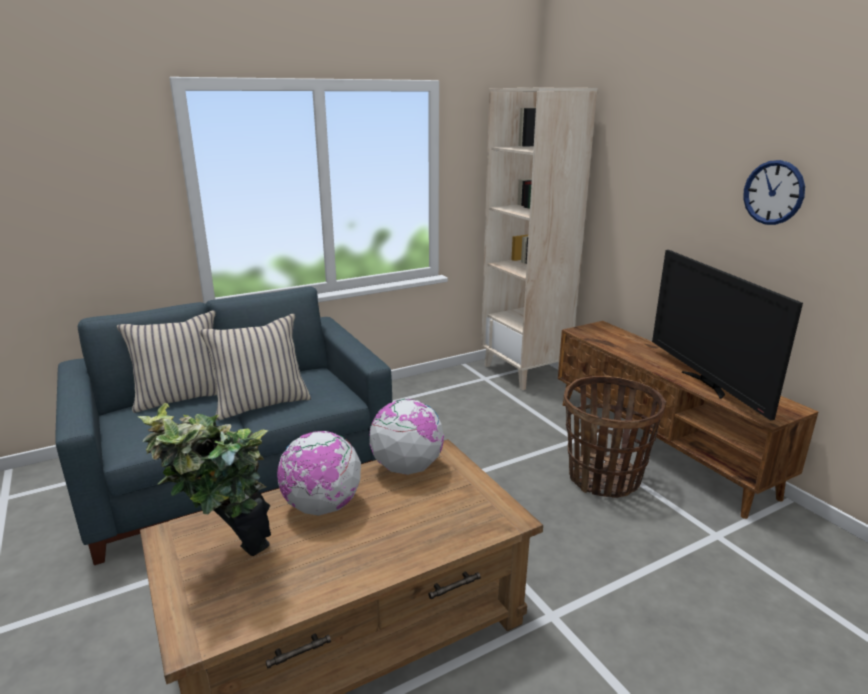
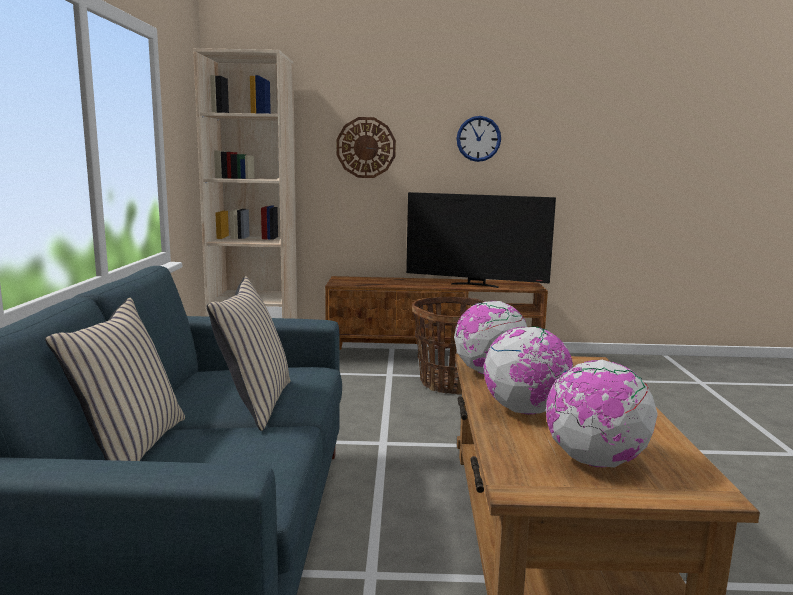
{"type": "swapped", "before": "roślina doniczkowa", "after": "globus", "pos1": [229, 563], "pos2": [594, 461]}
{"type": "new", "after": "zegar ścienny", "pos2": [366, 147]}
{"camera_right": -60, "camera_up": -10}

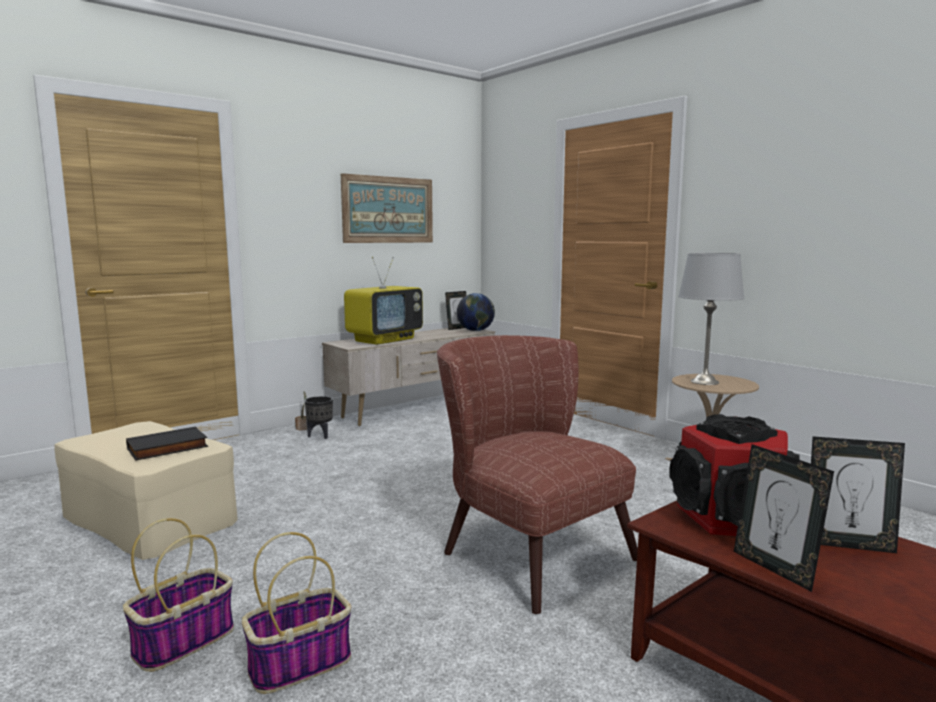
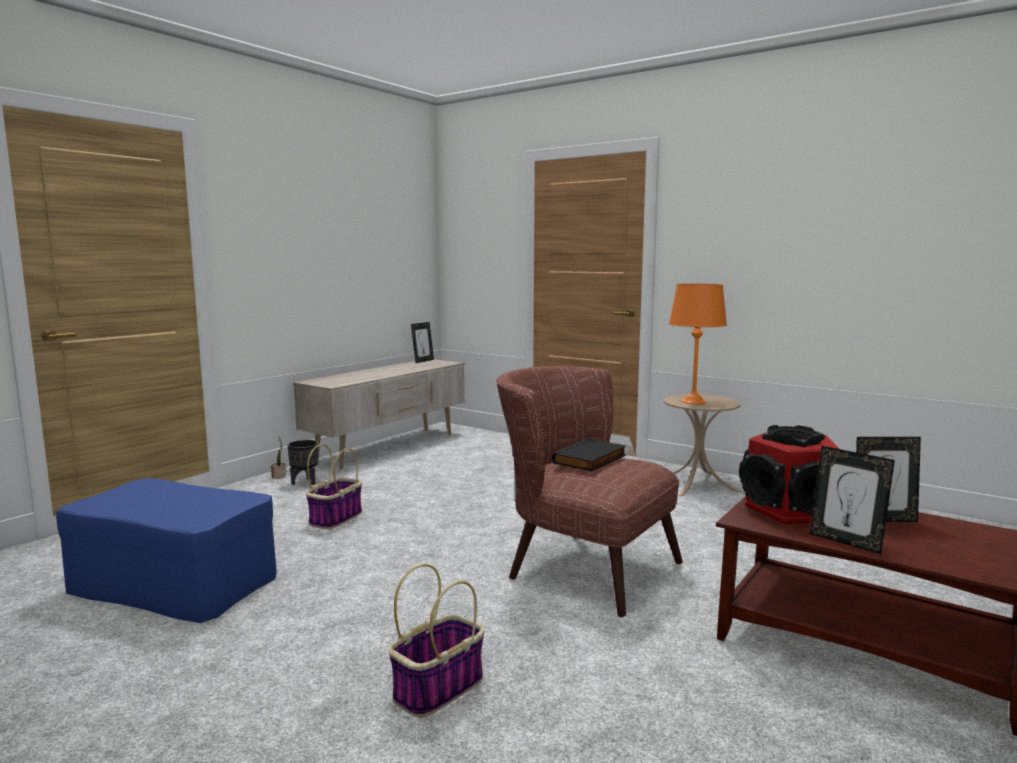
{"type": "repainted", "before": "pufa/beżowy", "after": "pufa/niebieski", "pos1": [149, 519], "pos2": [174, 583]}
{"type": "shifted", "before": "koszyk", "pos1": [184, 641], "pos2": [336, 518]}
{"type": "shifted", "before": "książka/czarny", "pos1": [167, 448], "pos2": [591, 460]}
{"type": "gone", "before": "obraz", "pos1": [388, 210]}
{"type": "gone", "before": "telewizor", "pos1": [384, 339]}
{"type": "gone", "before": "globus", "pos1": [476, 330]}
{"type": "repainted", "before": "lampa stołowa/szary", "after": "lampa stołowa/pomarańczowy", "pos1": [704, 382], "pos2": [693, 401]}
{"camera_right": -15, "camera_up": 0}

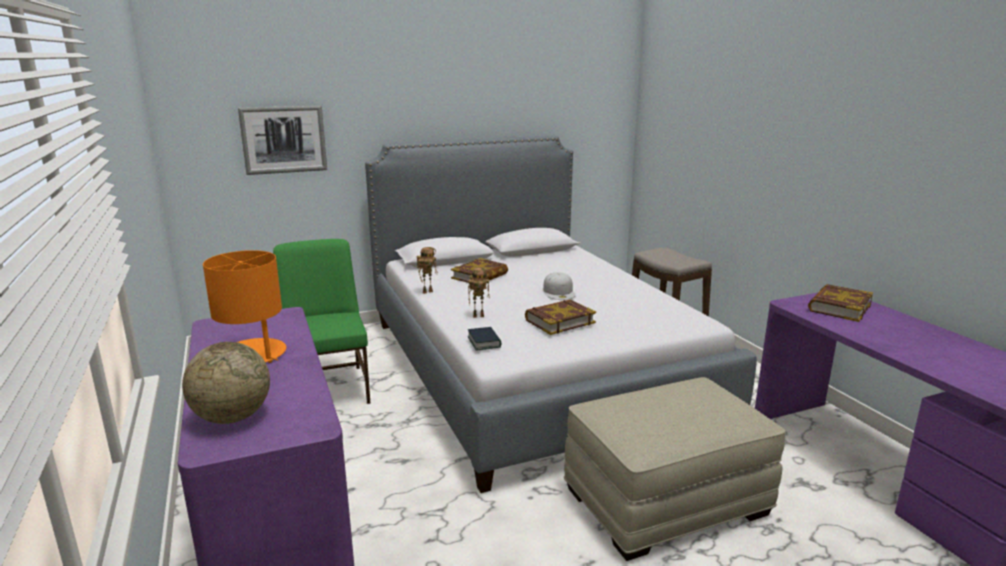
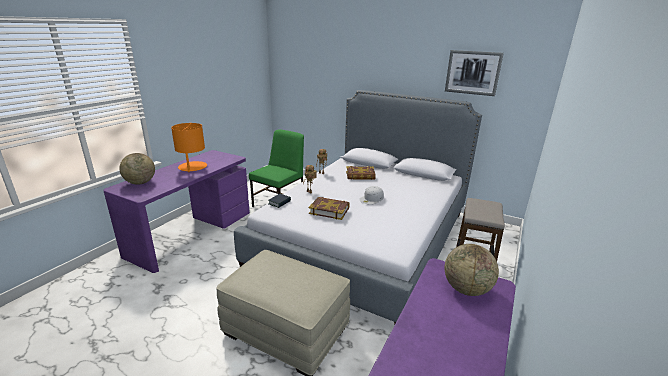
{"type": "shifted", "before": "obraz", "pos1": [284, 139], "pos2": [472, 72]}
{"type": "swapped", "before": "książka", "after": "globus", "pos1": [839, 307], "pos2": [466, 289]}
{"camera_right": 50, "camera_up": 5}

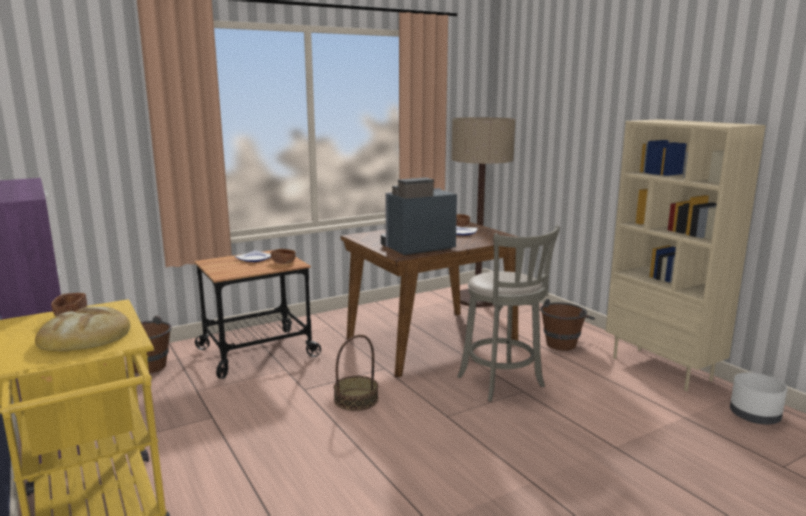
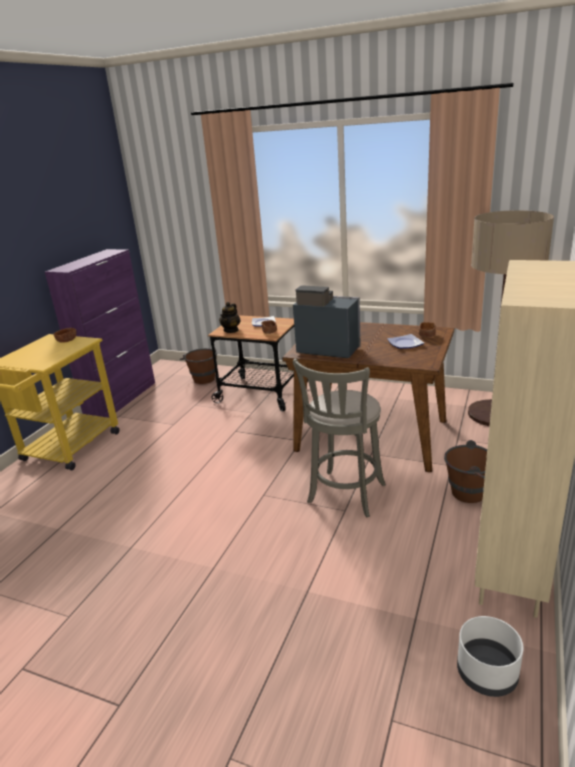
{"type": "gone", "before": "chleb", "pos1": [86, 336]}
{"type": "gone", "before": "koszyk", "pos1": [356, 399]}
{"type": "new", "after": "imbryk", "pos2": [231, 330]}
{"camera_right": 55, "camera_up": 10}

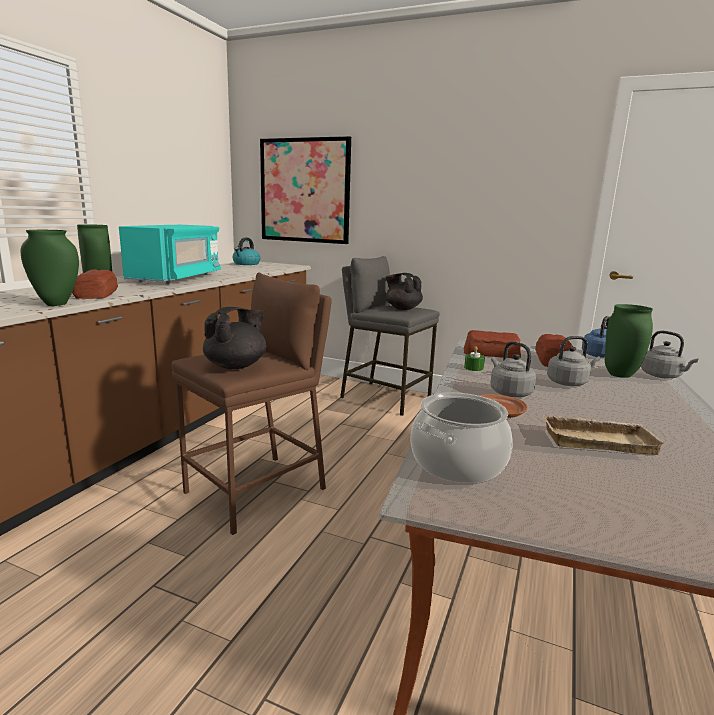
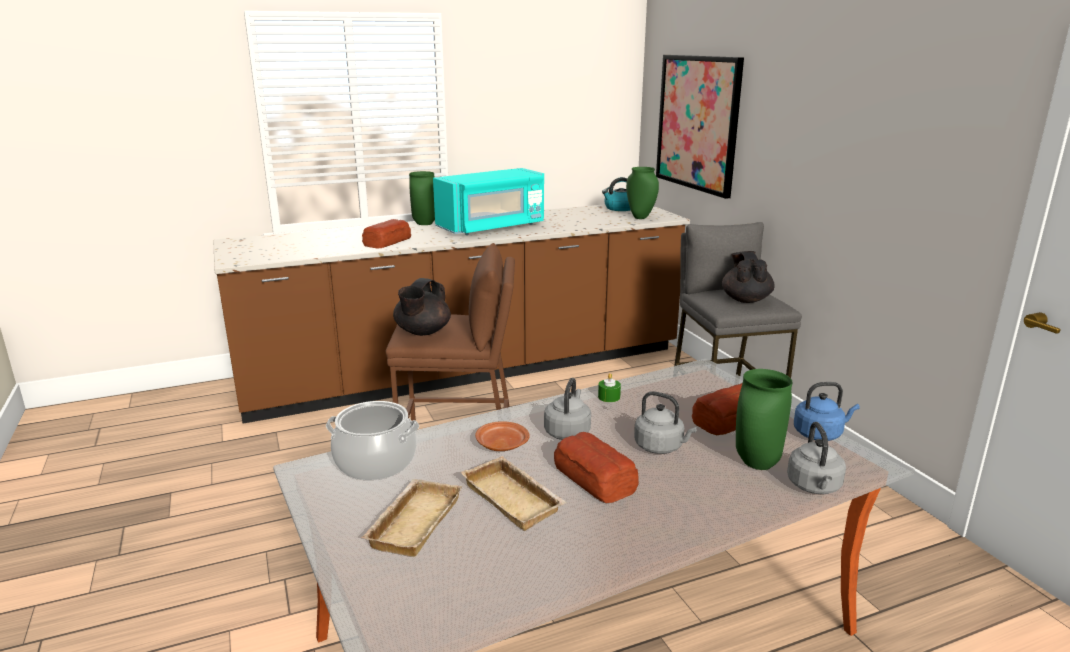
{"type": "shifted", "before": "wazon/zielony", "pos1": [57, 304], "pos2": [641, 217]}
{"type": "rotated", "before": "imbryk/czarny", "pos1": [236, 366], "pos2": [422, 332], "turn": 120}
{"type": "shifted", "before": "chleb", "pos1": [492, 353], "pos2": [595, 479]}
{"type": "new", "after": "taca/beżowy", "pos2": [413, 521]}
{"camera_right": 45, "camera_up": 5}

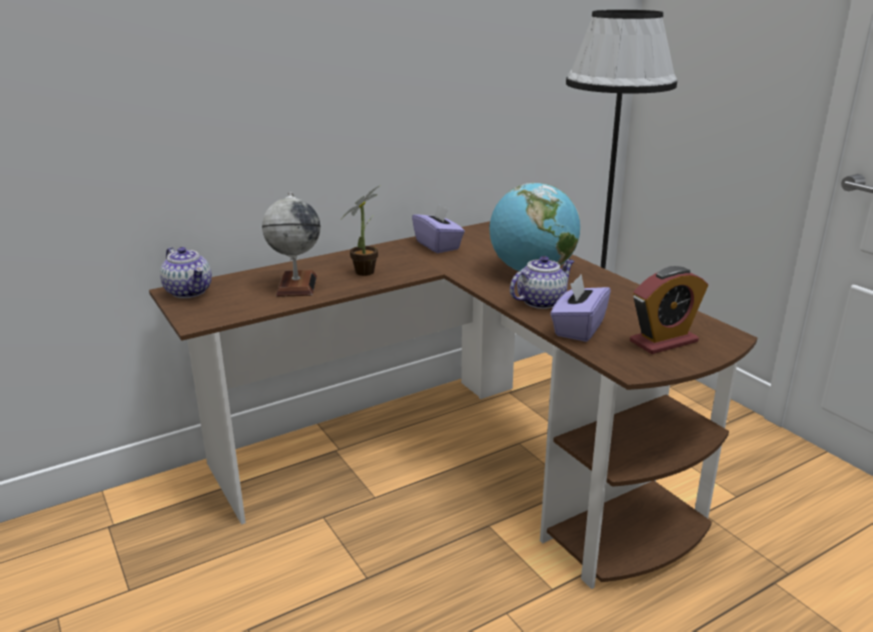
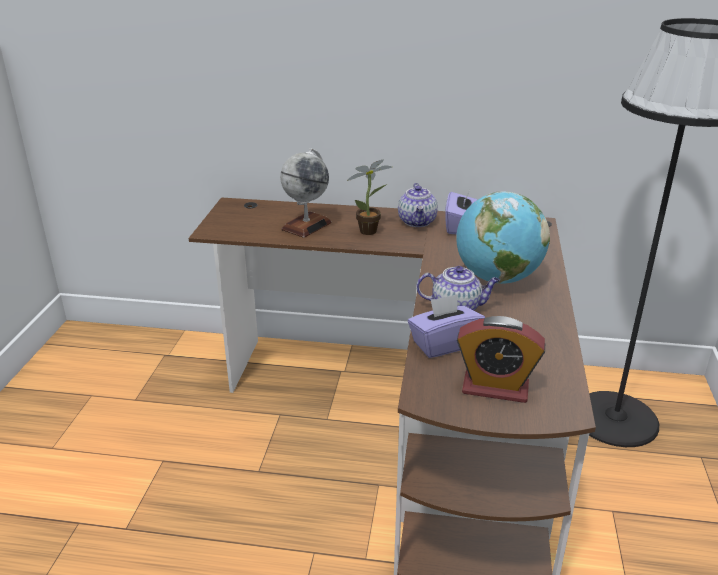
{"type": "shifted", "before": "imbryk", "pos1": [189, 292], "pos2": [417, 222]}
{"camera_right": 40, "camera_up": 5}

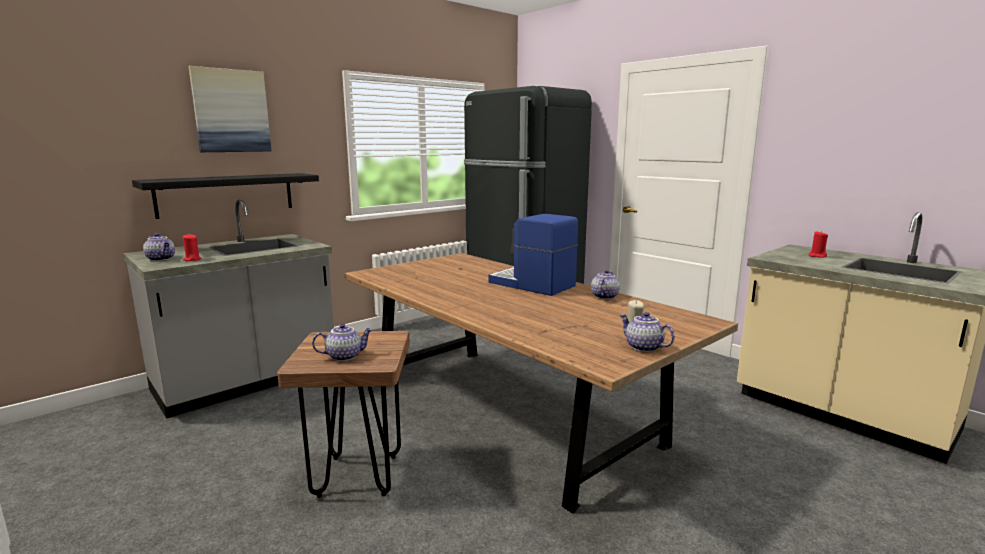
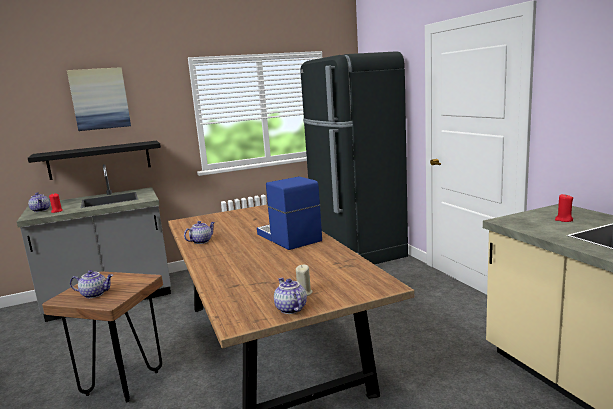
{"type": "shifted", "before": "imbryk", "pos1": [604, 296], "pos2": [201, 241]}
{"camera_right": 20, "camera_up": 0}

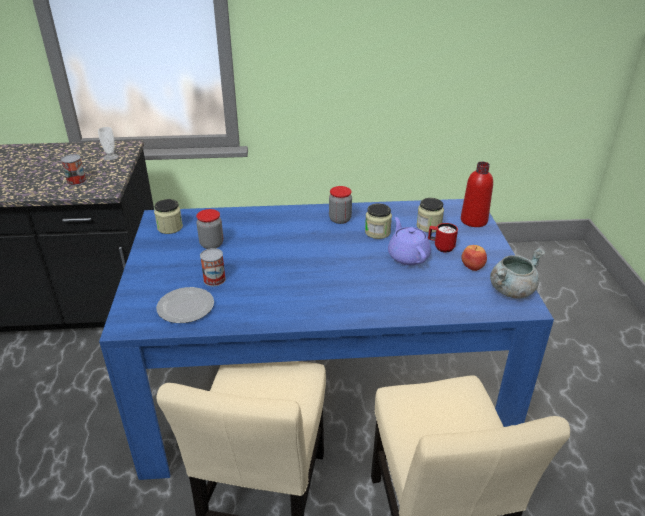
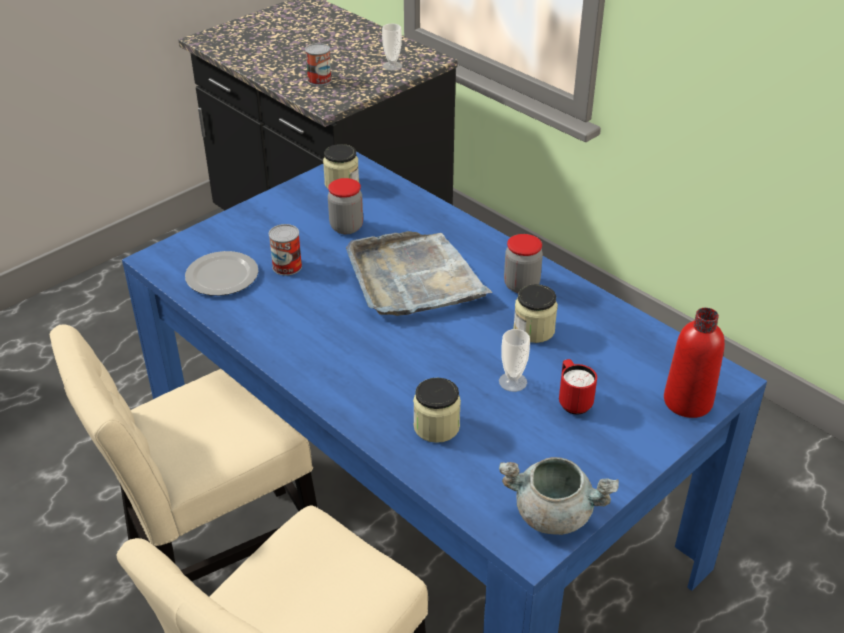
{"type": "swapped", "before": "imbryk/fioletowy", "after": "filiżanka", "pos1": [408, 256], "pos2": [512, 382]}
{"type": "shifted", "before": "słoik", "pos1": [429, 226], "pos2": [436, 427]}
{"type": "gone", "before": "jabłko", "pos1": [472, 266]}
{"type": "new", "after": "taca/szary", "pos2": [413, 278]}
{"camera_right": 50, "camera_up": 5}

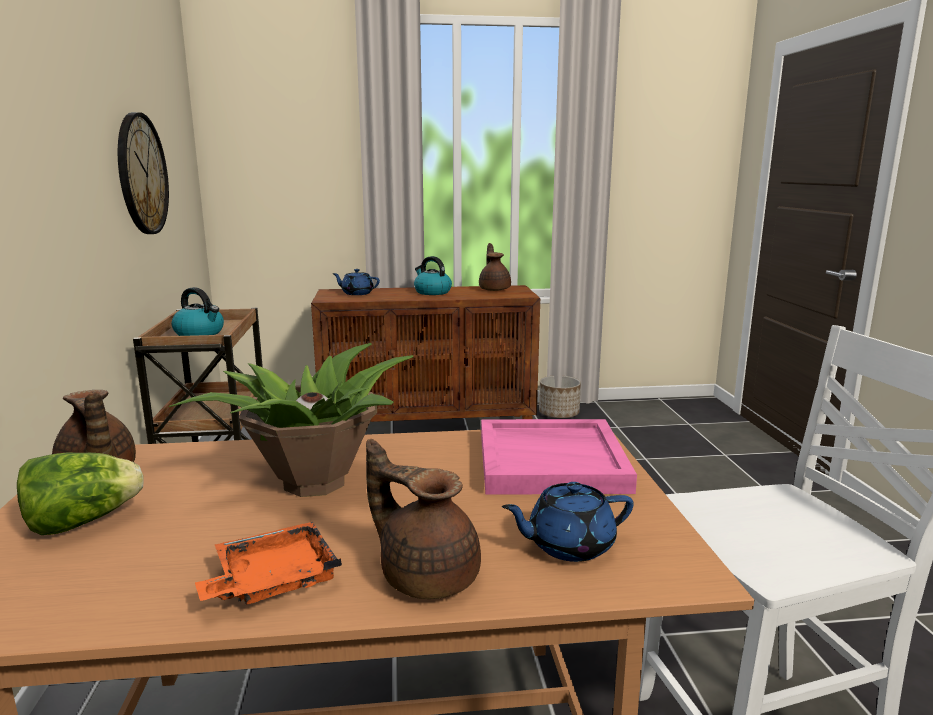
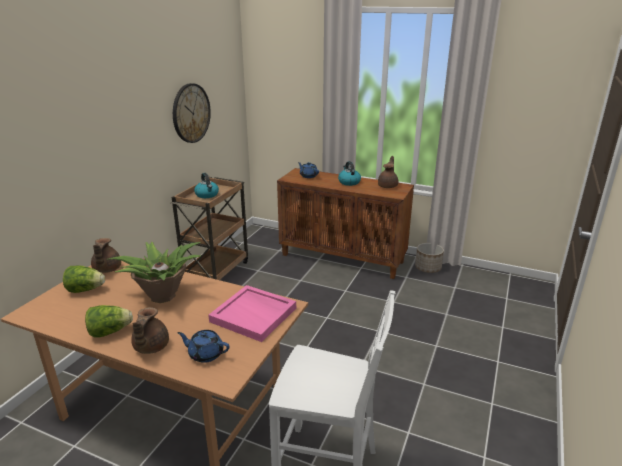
{"type": "swapped", "before": "taca/pomarańczowy", "after": "sałata", "pos1": [272, 580], "pos2": [110, 332]}
{"type": "rotated", "before": "imbryk/brązowy", "pos1": [426, 575], "pos2": [150, 347], "turn": -150}
{"camera_right": 30, "camera_up": 10}

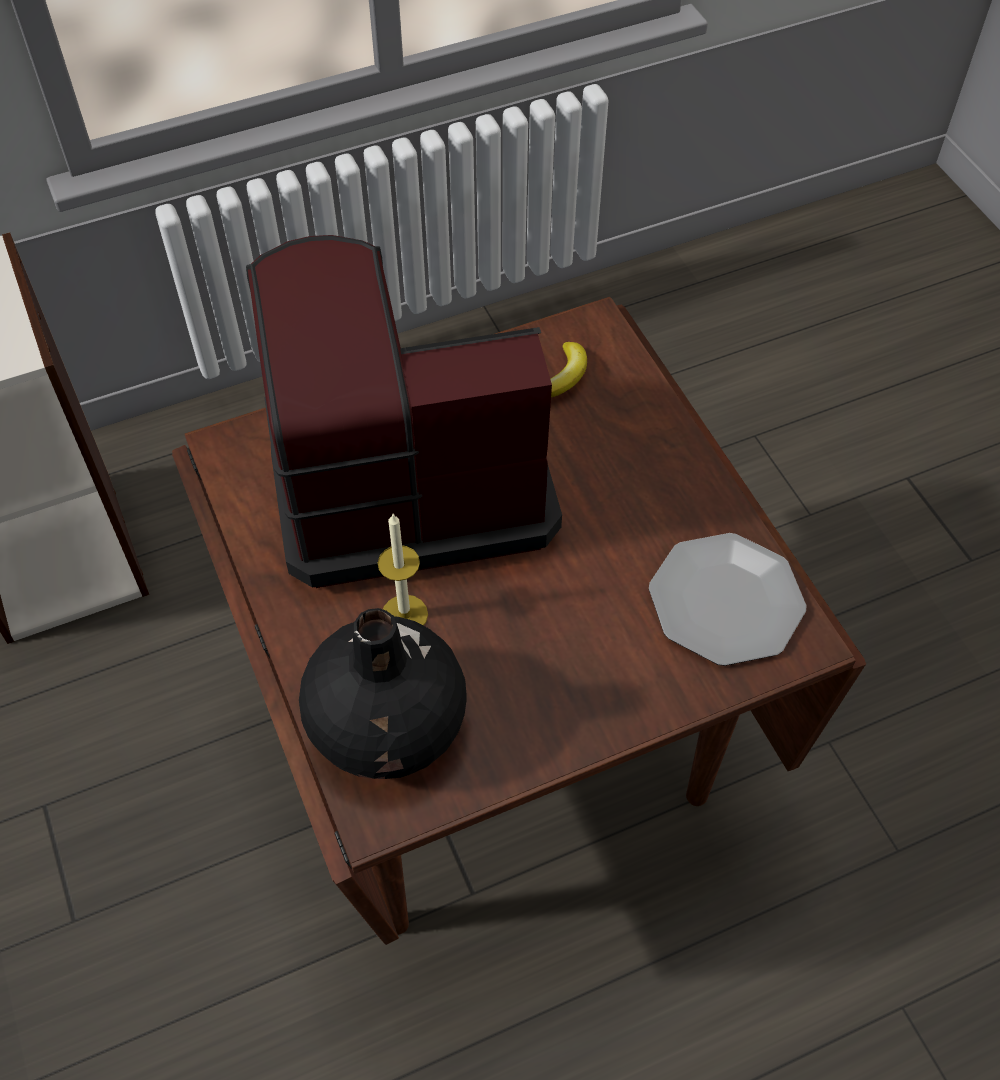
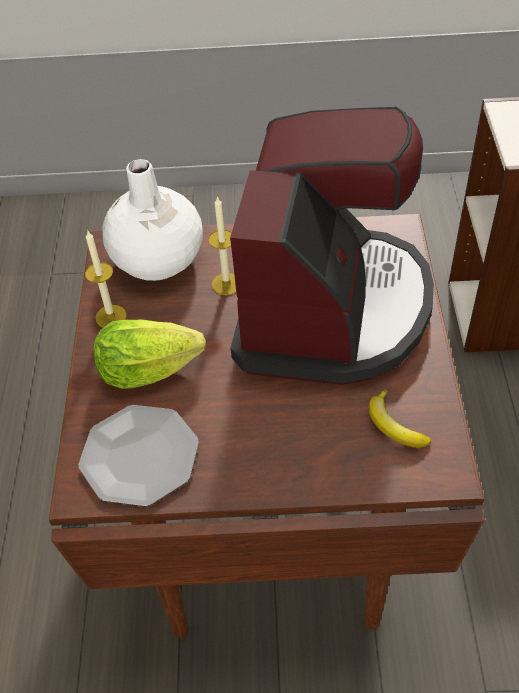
{"type": "repainted", "before": "wazon/czarny", "after": "wazon/biały", "pos1": [389, 725], "pos2": [157, 261]}
{"type": "new", "after": "świeca", "pos2": [111, 316]}
{"type": "new", "after": "sałata", "pos2": [147, 370]}
{"camera_right": 115, "camera_up": -5}

